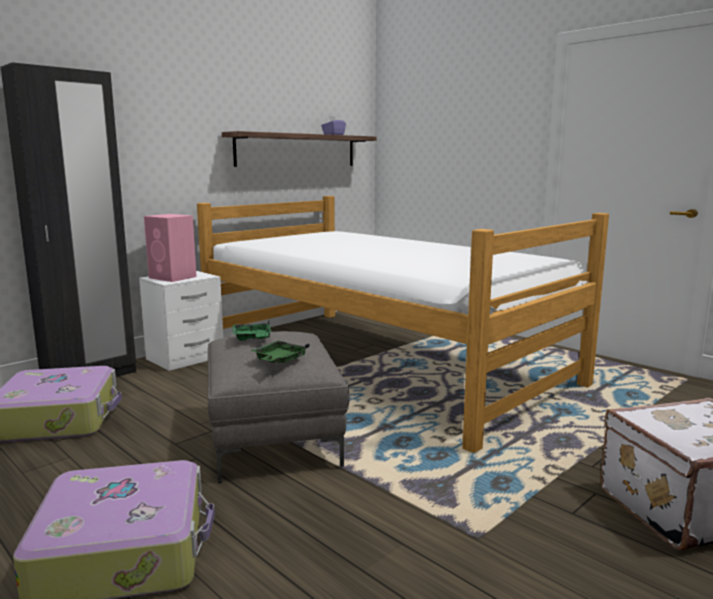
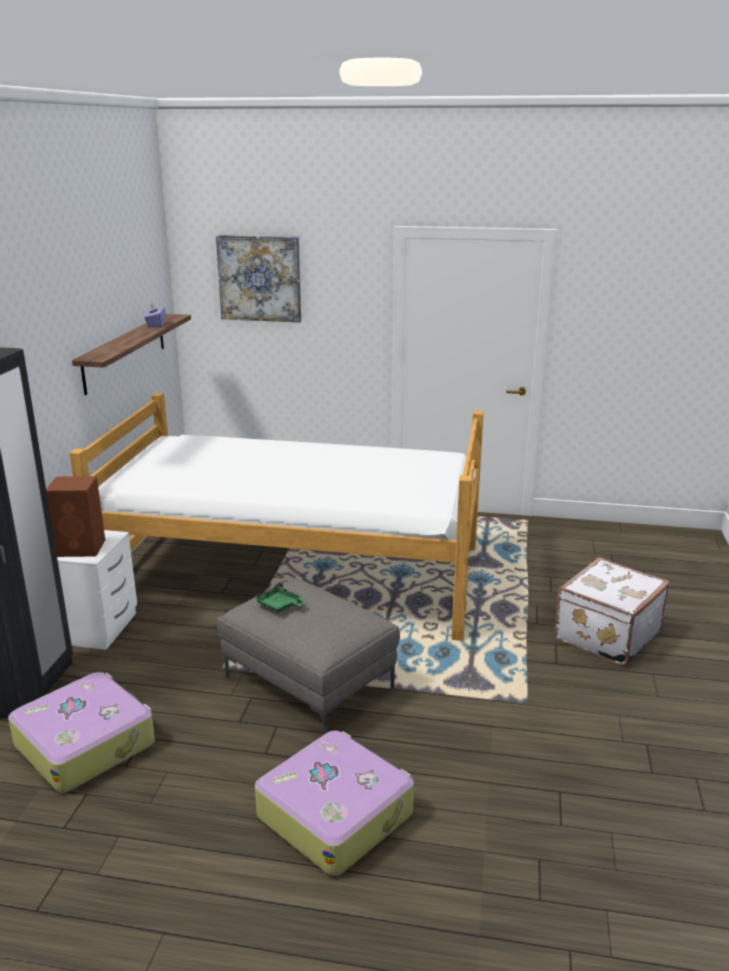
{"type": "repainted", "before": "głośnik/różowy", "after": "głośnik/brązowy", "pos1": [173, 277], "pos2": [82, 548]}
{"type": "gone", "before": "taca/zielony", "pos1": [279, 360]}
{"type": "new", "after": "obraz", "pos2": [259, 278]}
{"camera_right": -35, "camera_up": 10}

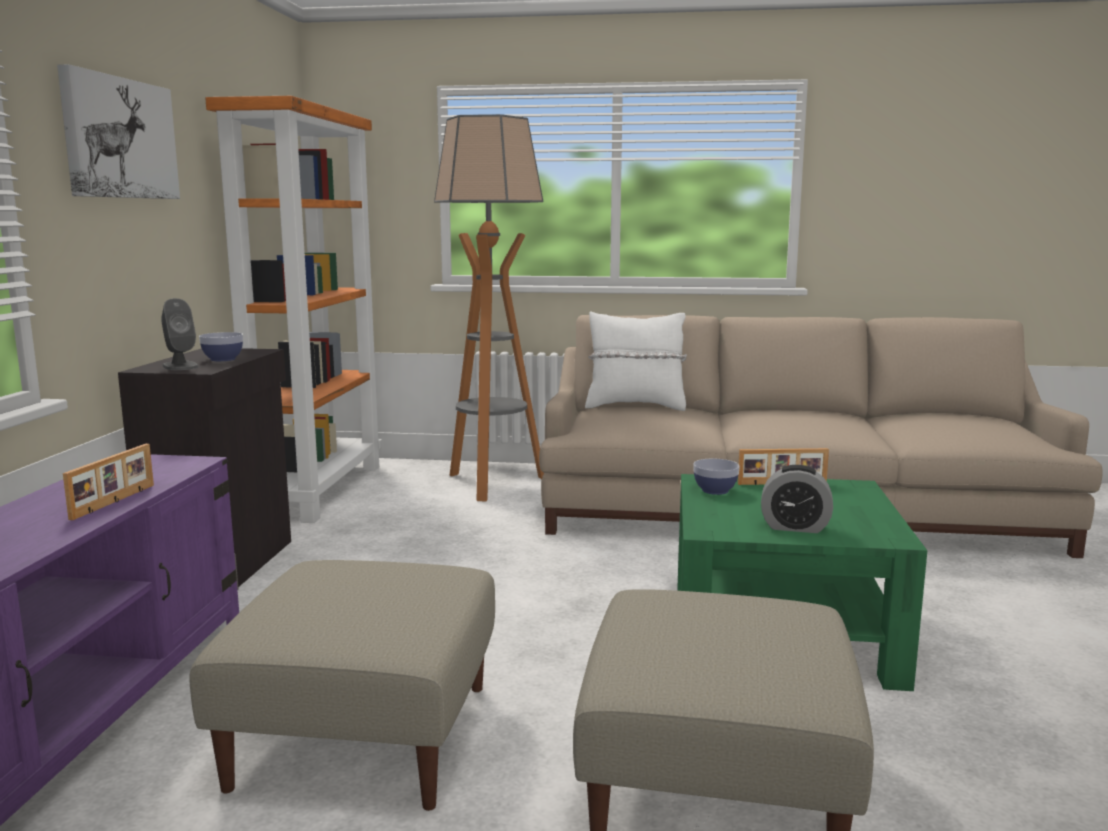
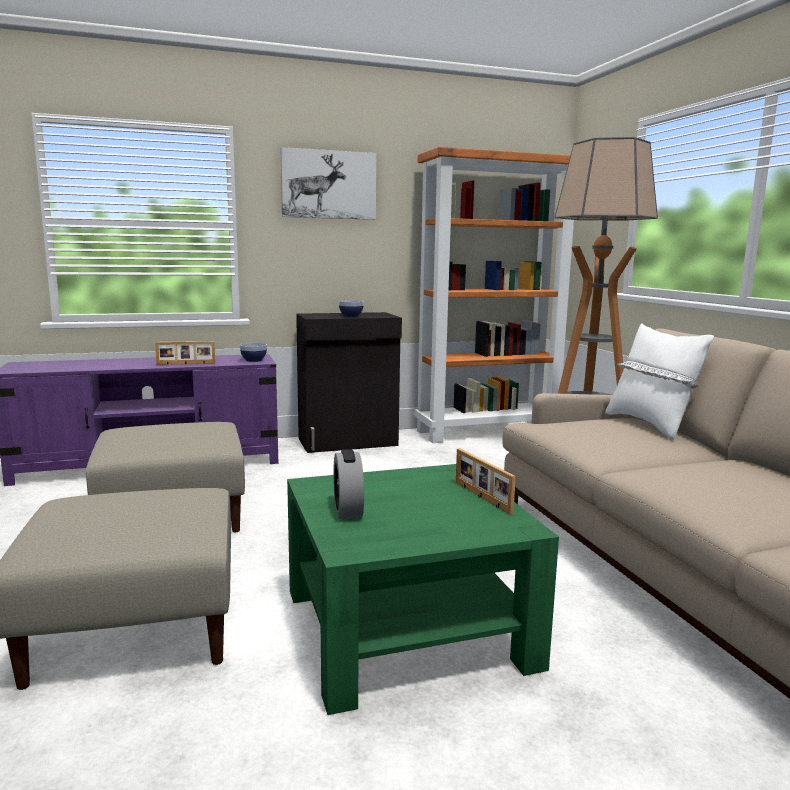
{"type": "gone", "before": "głośnik/szary", "pos1": [180, 366]}
{"type": "shifted", "before": "miska", "pos1": [715, 490], "pos2": [253, 360]}
{"camera_right": 65, "camera_up": 0}

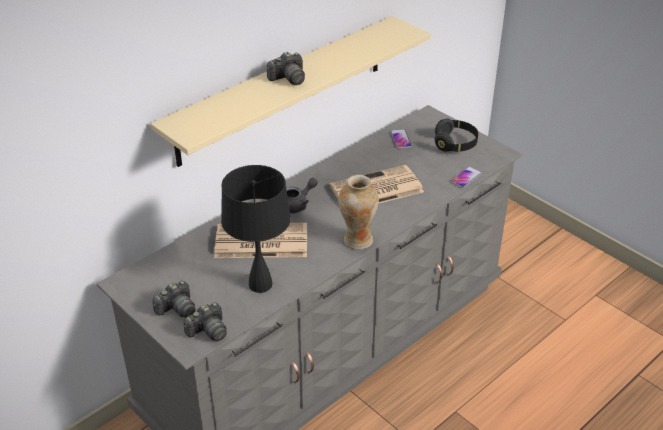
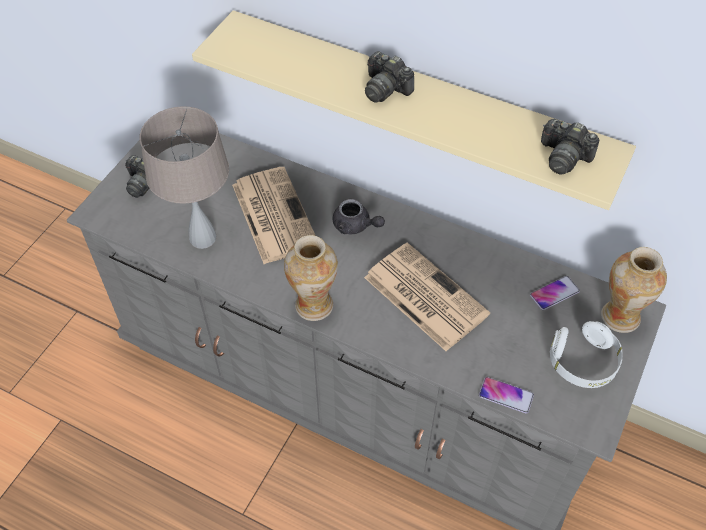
{"type": "shifted", "before": "aparat fotograficzny", "pos1": [208, 331], "pos2": [564, 157]}
{"type": "repainted", "before": "lampa stołowa/czarny", "after": "lampa stołowa/beżowy", "pos1": [260, 285], "pos2": [202, 237]}
{"type": "repainted", "before": "słuchawki/czarny", "after": "słuchawki/biały", "pos1": [455, 144], "pos2": [583, 363]}
{"type": "new", "after": "wazon", "pos2": [619, 316]}
{"camera_right": 70, "camera_up": 15}

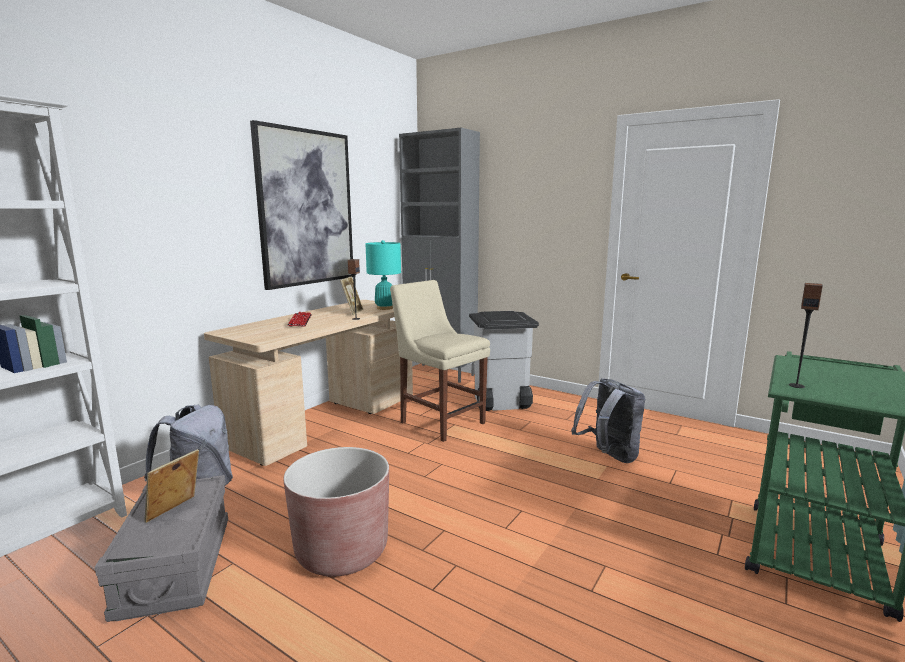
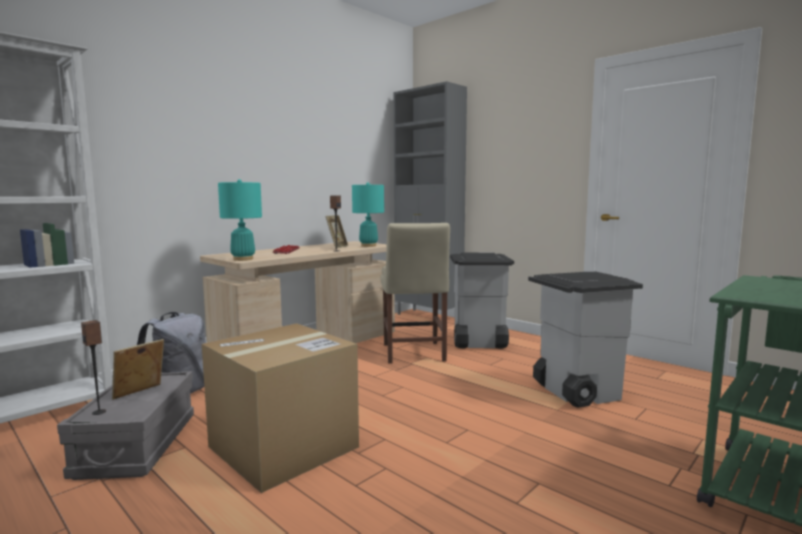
{"type": "gone", "before": "obraz", "pos1": [306, 208]}
{"type": "swapped", "before": "donica/brązowy", "after": "karton", "pos1": [342, 551], "pos2": [283, 447]}
{"type": "rotated", "before": "krzesło/beżowy", "pos1": [440, 421], "pos2": [413, 354], "turn": -150}
{"type": "swapped", "before": "plecak/szary", "after": "kosz na śmieci/szary", "pos1": [608, 456], "pos2": [575, 392]}
{"type": "shifted", "before": "głośnik", "pos1": [796, 385], "pos2": [99, 412]}
{"type": "new", "after": "lampa stołowa/turkusowy", "pos2": [243, 259]}
{"camera_right": 10, "camera_up": -5}

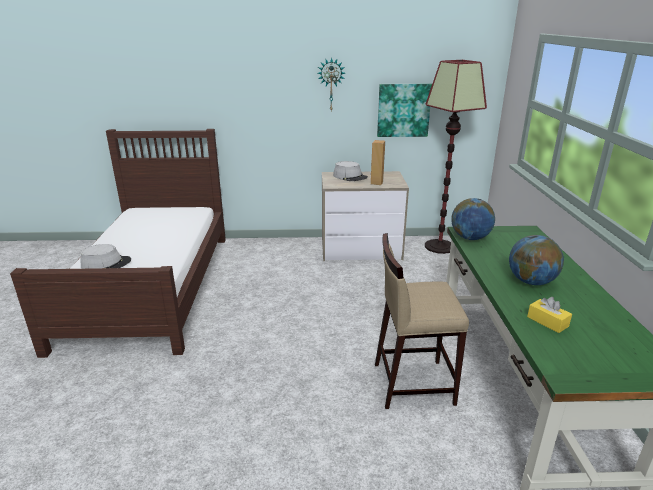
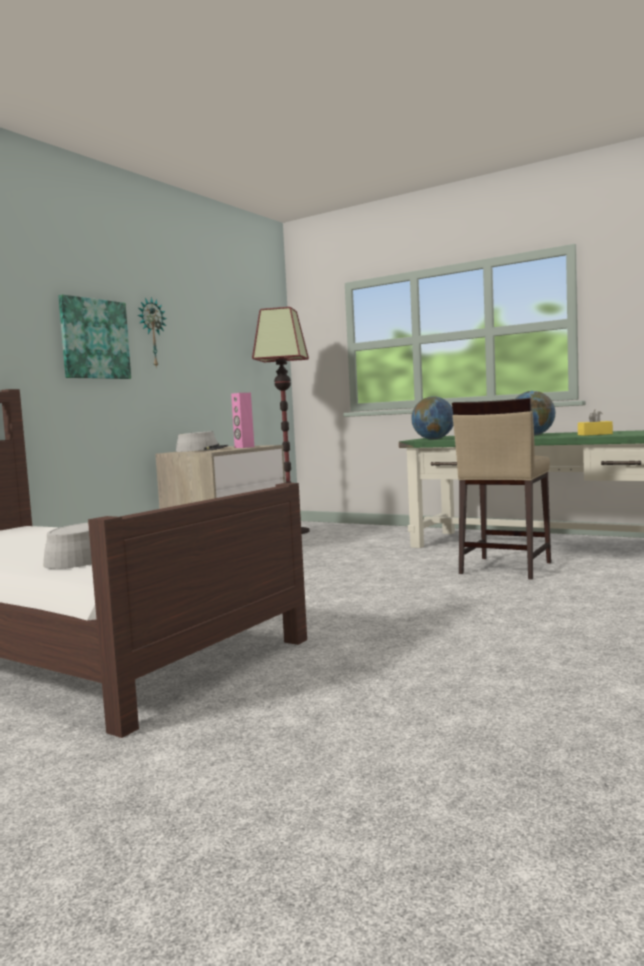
{"type": "repainted", "before": "głośnik/brązowy", "after": "głośnik/różowy", "pos1": [376, 183], "pos2": [244, 447]}
{"type": "shifted", "before": "obraz", "pos1": [403, 110], "pos2": [94, 339]}
{"camera_right": -55, "camera_up": -20}

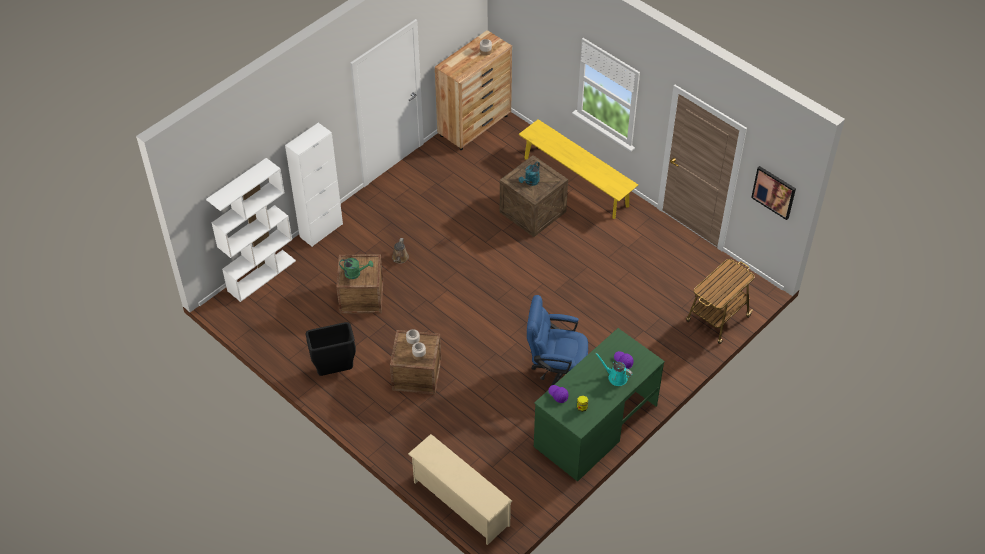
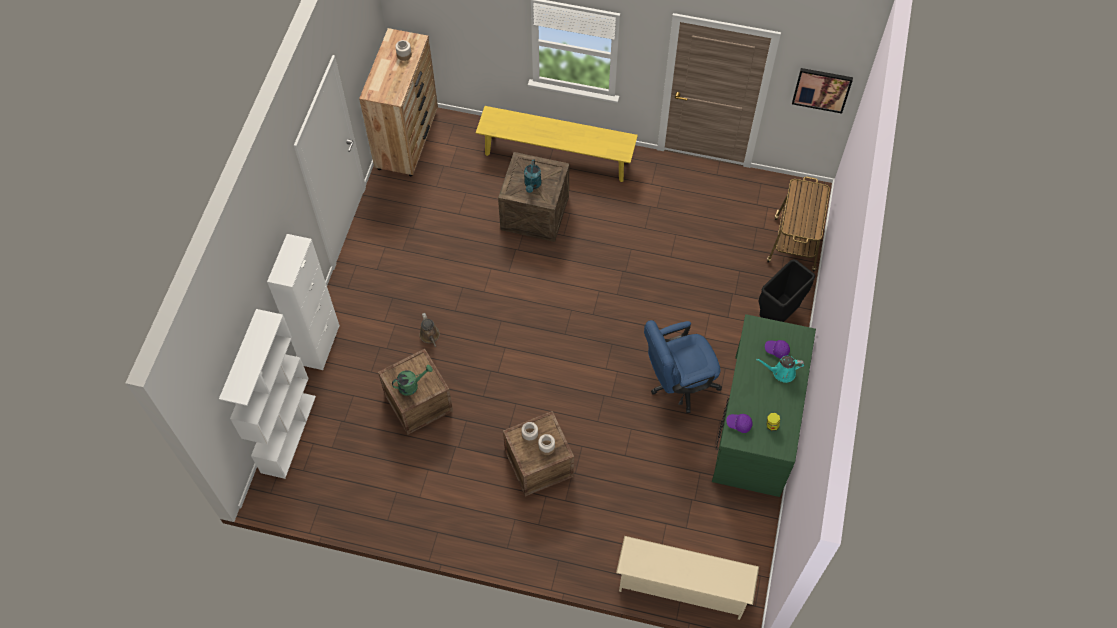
{"type": "shifted", "before": "kosz na śmieci/czarny", "pos1": [335, 371], "pos2": [778, 316]}
{"camera_right": -30, "camera_up": 10}

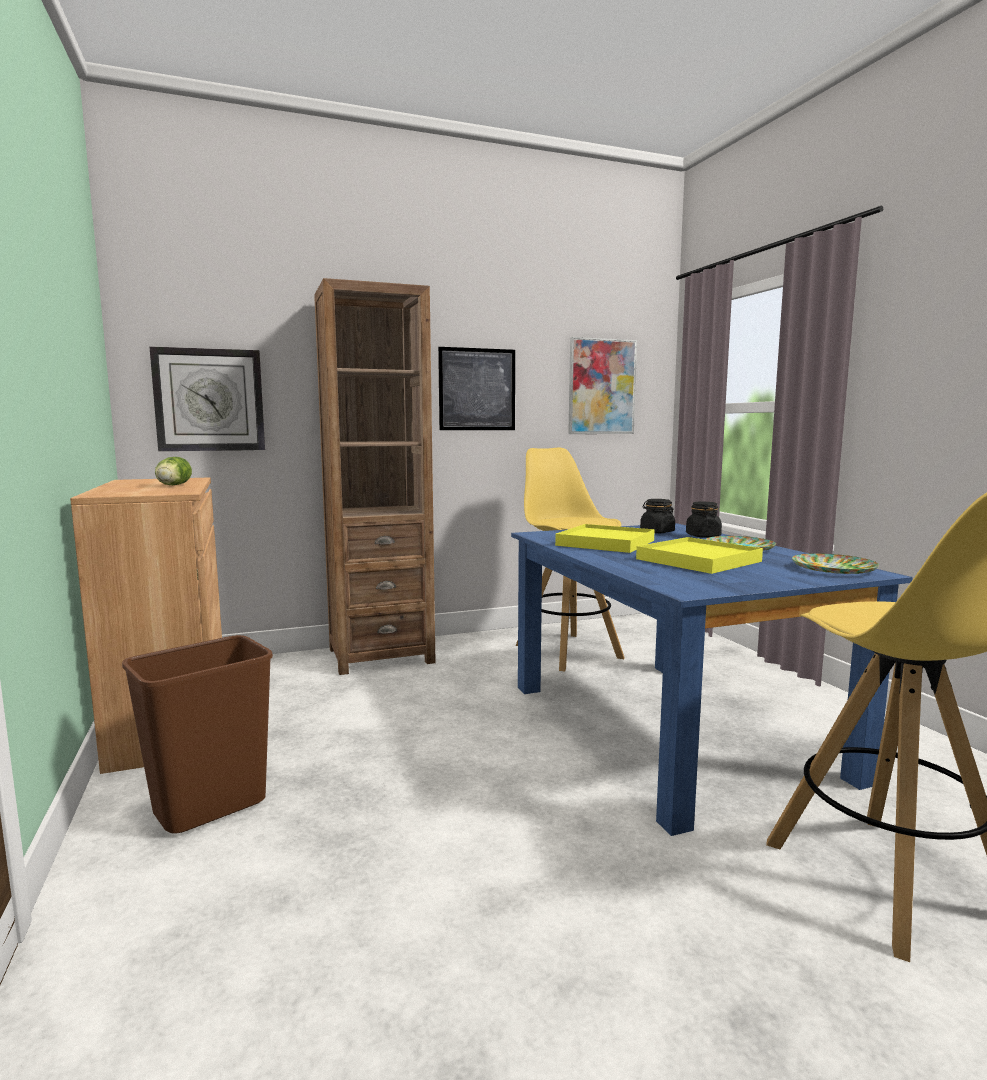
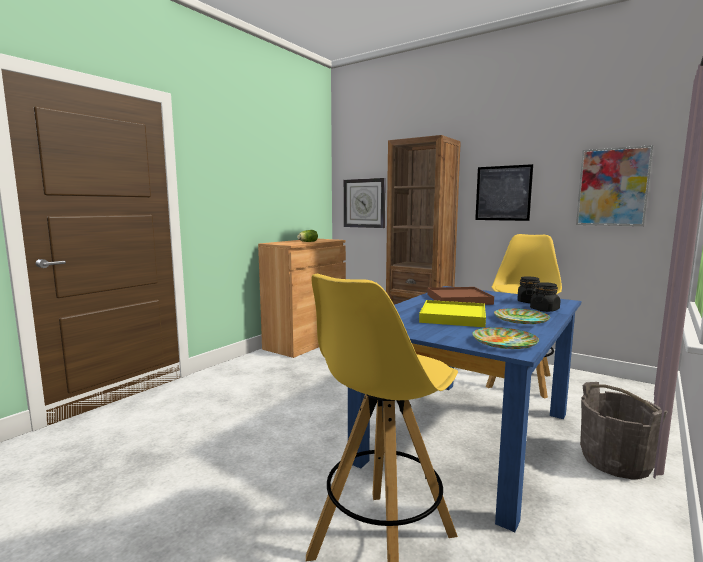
{"type": "gone", "before": "kosz na śmieci/brązowy", "pos1": [210, 808]}
{"type": "repainted", "before": "taca/żółty", "after": "taca/brązowy", "pos1": [605, 543], "pos2": [458, 299]}
{"type": "new", "after": "wiadro/szary", "pos2": [616, 461]}
{"camera_right": 55, "camera_up": 0}

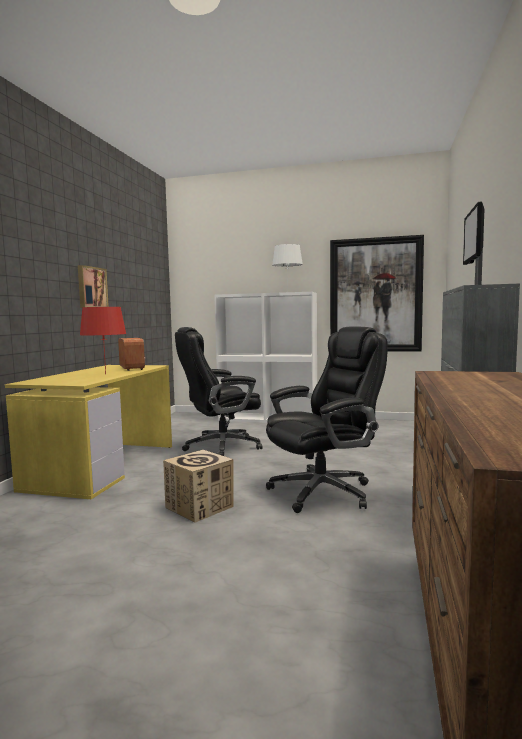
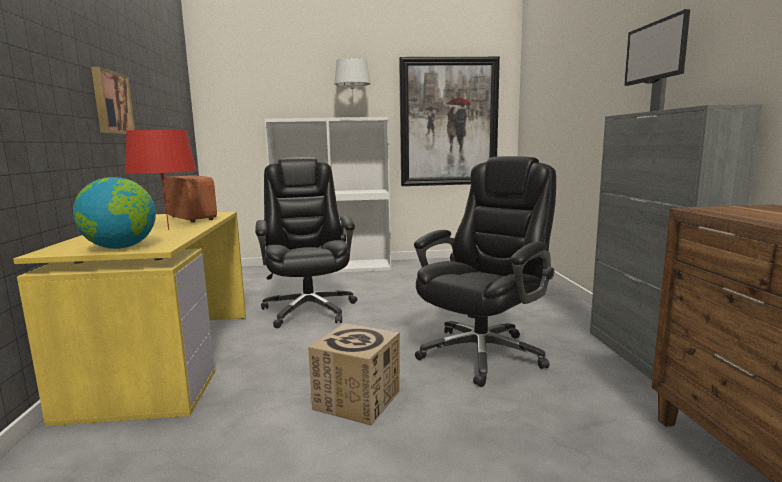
{"type": "rotated", "before": "krzesło biurowe/czarny", "pos1": [220, 446], "pos2": [309, 309], "turn": 120}
{"type": "new", "after": "globus", "pos2": [121, 247]}
{"camera_right": -20, "camera_up": 5}

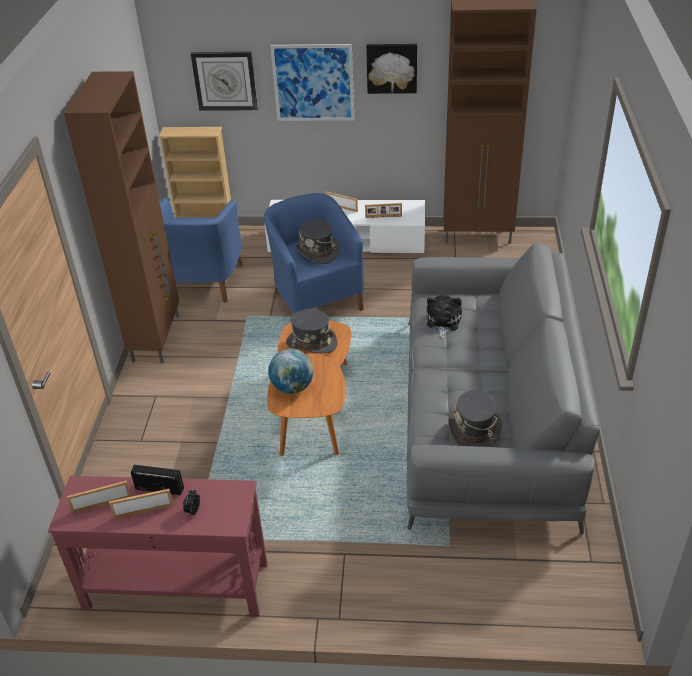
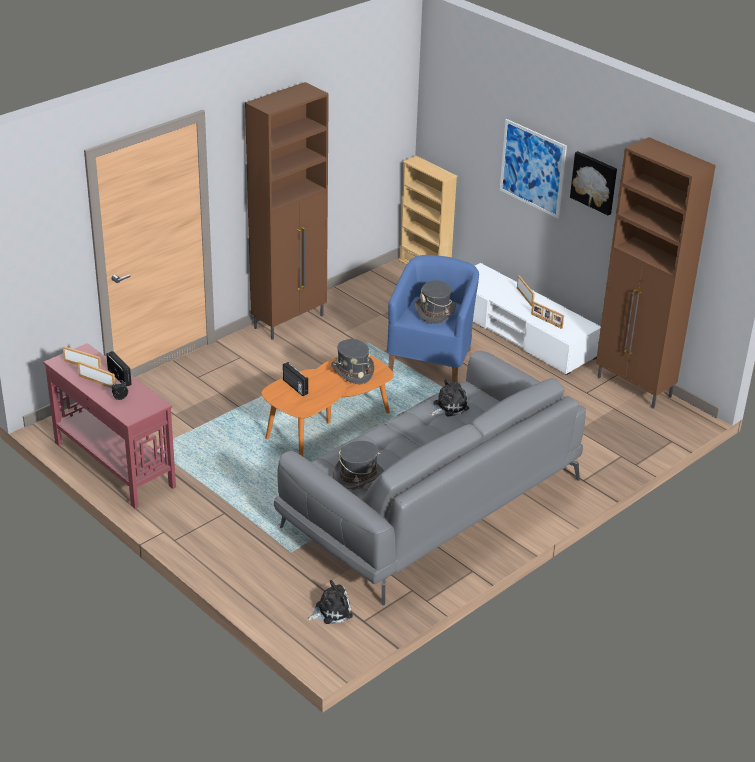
{"type": "gone", "before": "fotel/niebieski", "pos1": [202, 283]}
{"type": "gone", "before": "zegar ścienny", "pos1": [225, 80]}
{"type": "swapped", "before": "globus", "after": "radio", "pos1": [292, 387], "pos2": [294, 387]}
{"type": "new", "after": "pluszak", "pos2": [331, 611]}
{"camera_right": 40, "camera_up": -5}

